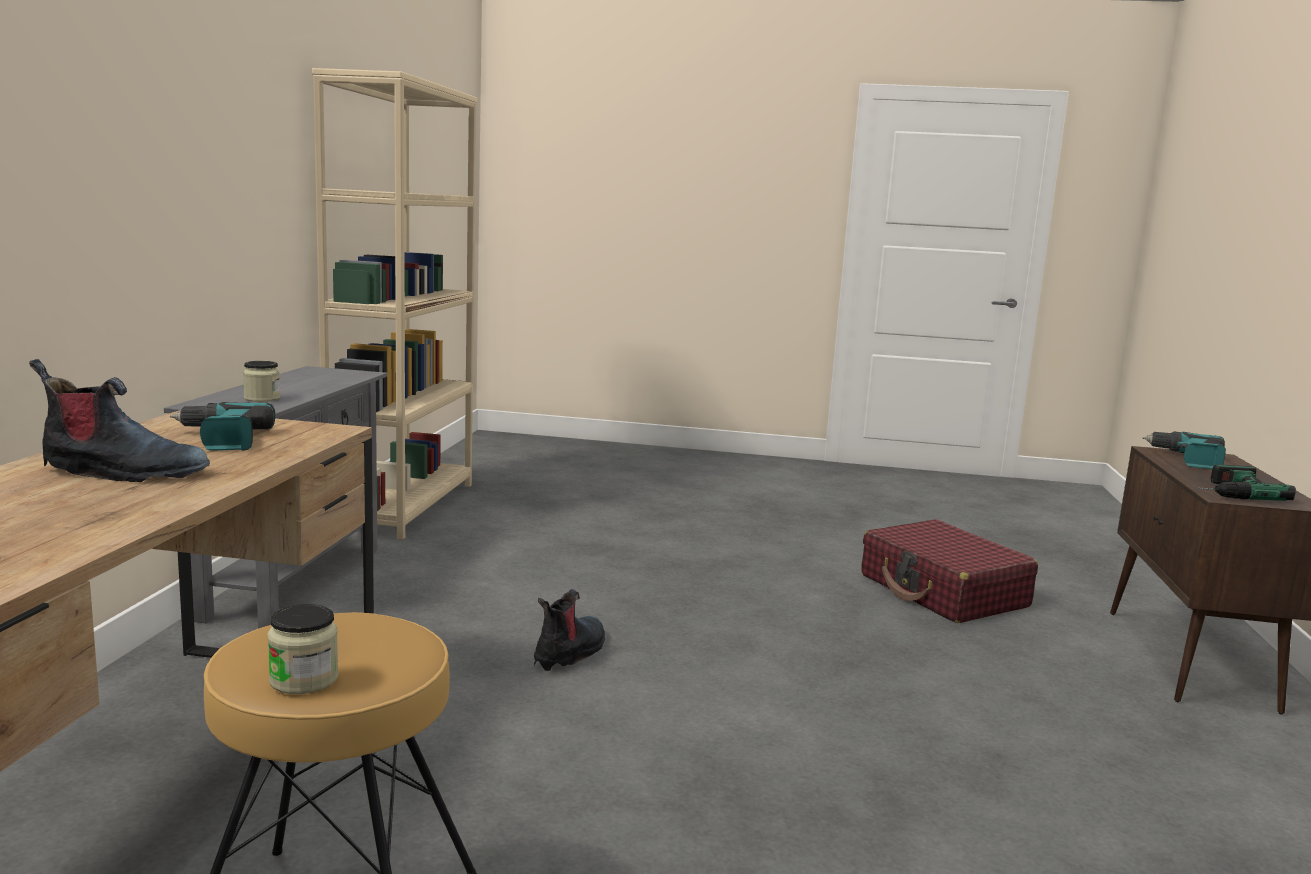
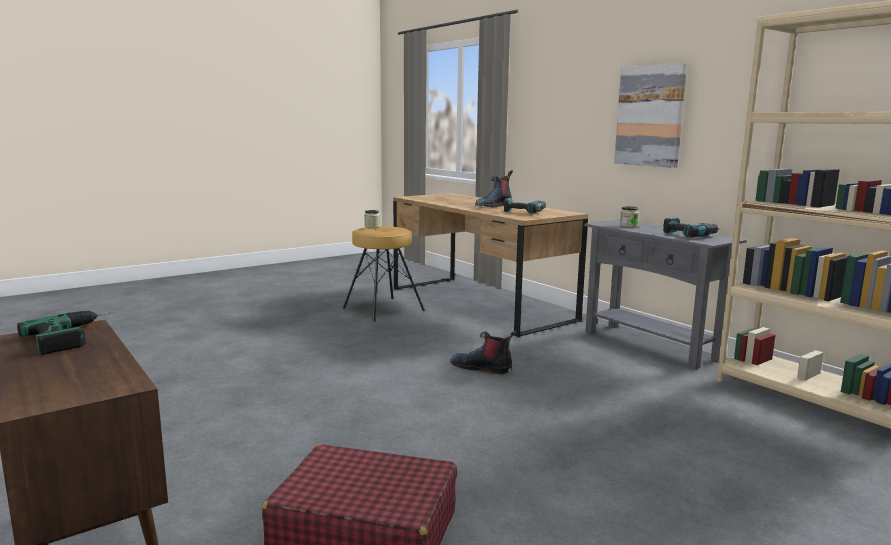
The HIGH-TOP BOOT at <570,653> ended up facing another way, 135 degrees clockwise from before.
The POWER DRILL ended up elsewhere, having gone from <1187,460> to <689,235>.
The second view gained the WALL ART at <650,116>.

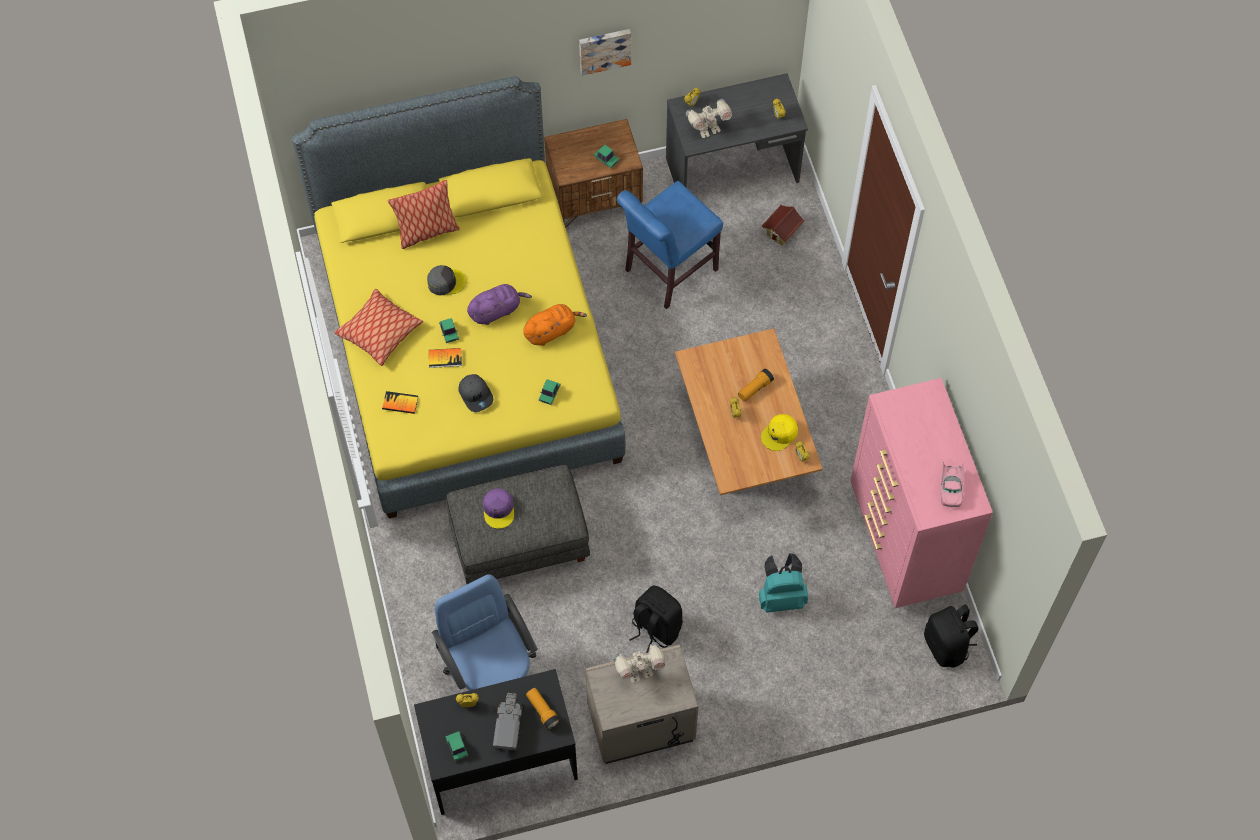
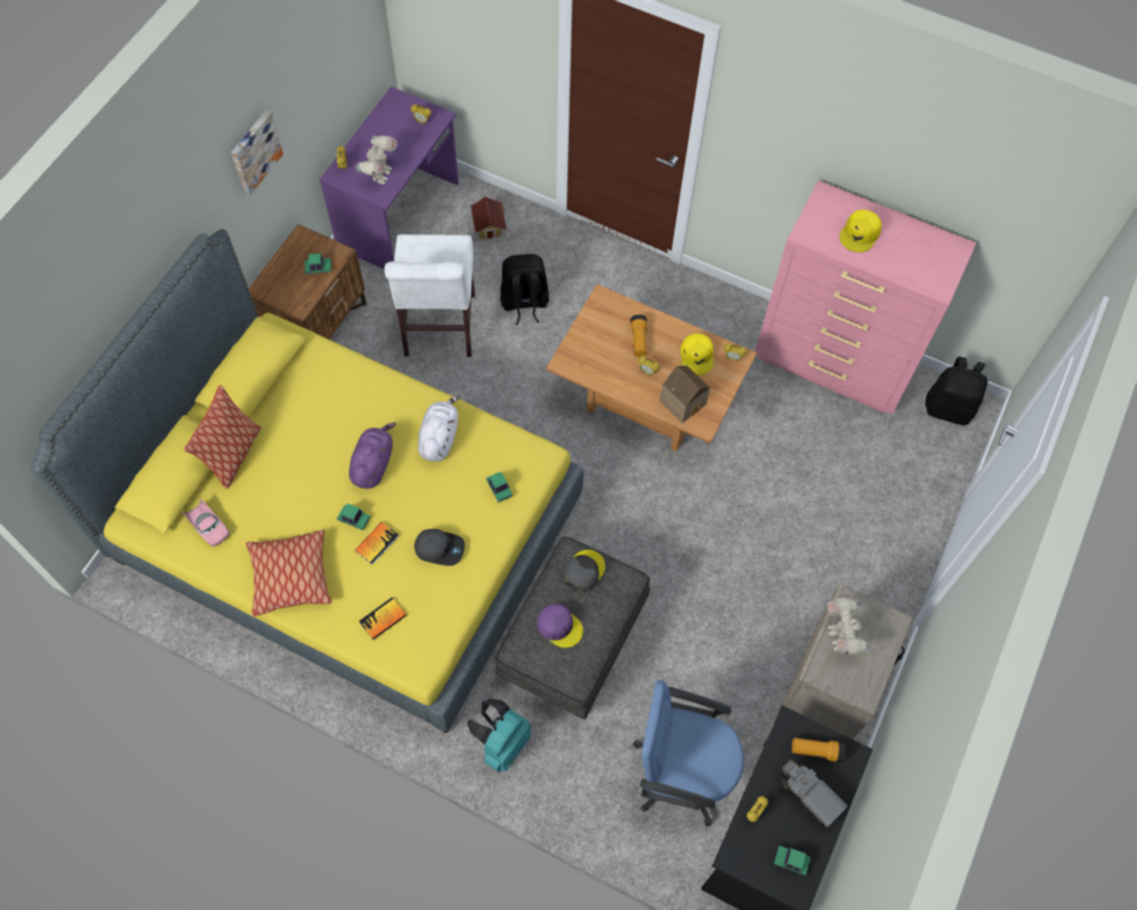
The GREY CAP ended up elsewhere, having gone from <446,282> to <583,571>.
What was the ORANGE-COLOURED SOFT TOY at <551,331> turned into the WHITE SOFT TOY at <439,437>.
The ROBOT FIGURE at <639,672> ended up facing another way, 150 degrees clockwise from before.
What was the BLUE-COLOURED PLAIN CHAIR at <667,272> turned into the WHITE PLAIN CHAIR at <439,329>.
The BLACK-COLOURED RUCKSACK ended up elsewhere, having gone from <655,628> to <524,303>.
What was the GREY DESK TABLE at <733,171> turned into the PURPLE-COLOURED DESK TABLE at <400,215>.
The BLUE-GREEN RUCKSACK ended up elsewhere, having gone from <781,596> to <501,743>.
The PINK-COLOURED MINIATURE CAR ended up elsewhere, having gone from <951,488> to <208,526>.
The second view gained the TOY HOUSE at <684,401>.
The second view gained the YELLOWISH CAP at <860,234>.

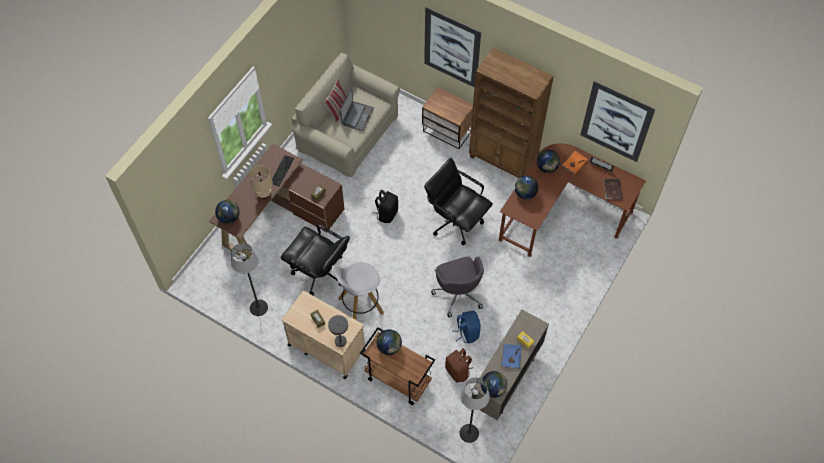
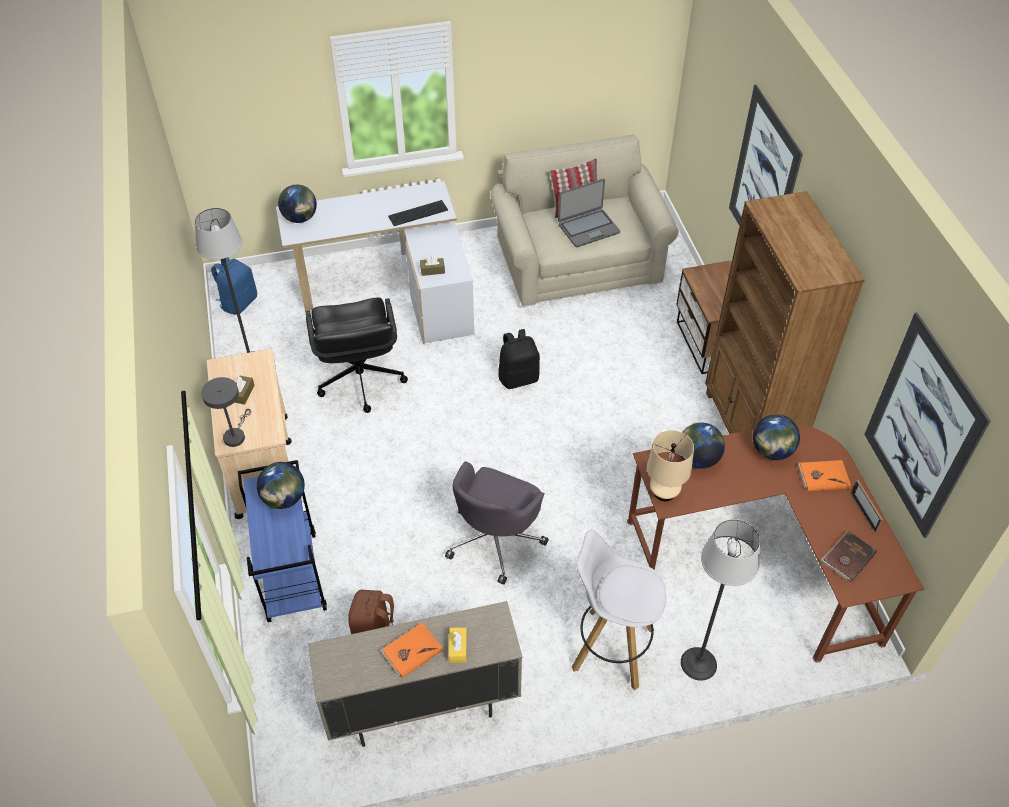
What was the BROWN-COLOURED DESK TABLE at <279,216> turned into the WHITE DESK TABLE at <393,289>.
The BEIGE TABLE LAMP ended up elsewhere, having gone from <264,194> to <664,492>.
The WHITE STOOL SEAT ended up elsewhere, having gone from <360,306> to <611,648>.
What was the BROWN-COLOURED CART at <397,380> turned into the BLUE-COLOURED CART at <291,575>.
The second view lost the BLACK-COLOURED OFFICE CHAIR at <456,221>.
The BLUE-COLOURED RUCKSACK ended up elsewhere, having gone from <467,332> to <238,302>.
The STANDING LAMP ended up elsewhere, having gone from <469,433> to <699,664>.
The second view lost the DESK GLOBE at <493,389>.
What was the BLUE-COLOURED BOOK at <511,357> turned into the ORANGE-COLOURED BOOK at <411,651>.

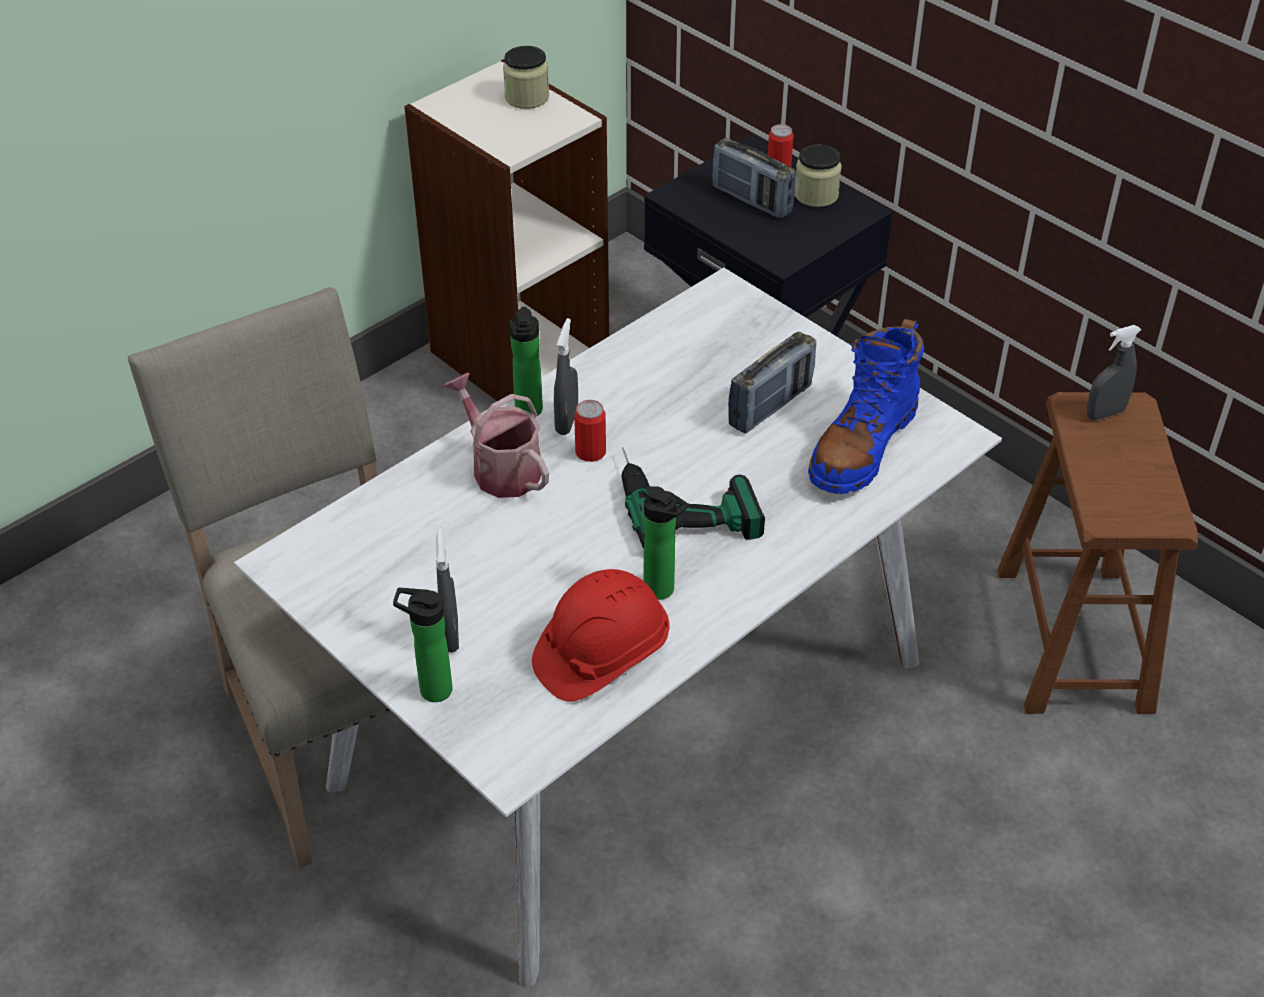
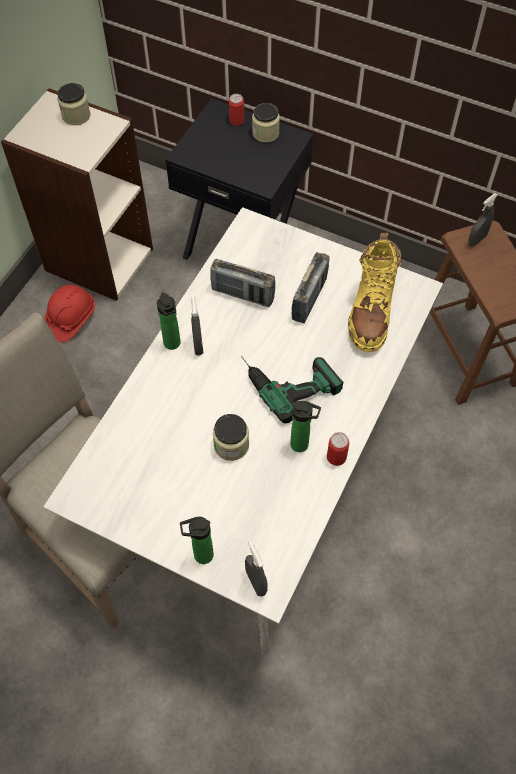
The GREY HAND SPRAYER ended up elsewhere, having gone from <450,635> to <256,582>.
The second view lost the WATERING CAN at <501,468>.
The REDDISH WORK HELMET ended up elsewhere, having gone from <601,654> to <70,319>.
The CAN ended up elsewhere, having gone from <590,452> to <336,457>.
The RADIO ended up elsewhere, having gone from <751,200> to <242,294>.
What was the BLUE-COLOURED HIGH-TOP BOOT at <862,446> turned into the YELLOWISH HIGH-TOP BOOT at <371,311>.
The second view gained the PRESERVE JAR at <231,445>.

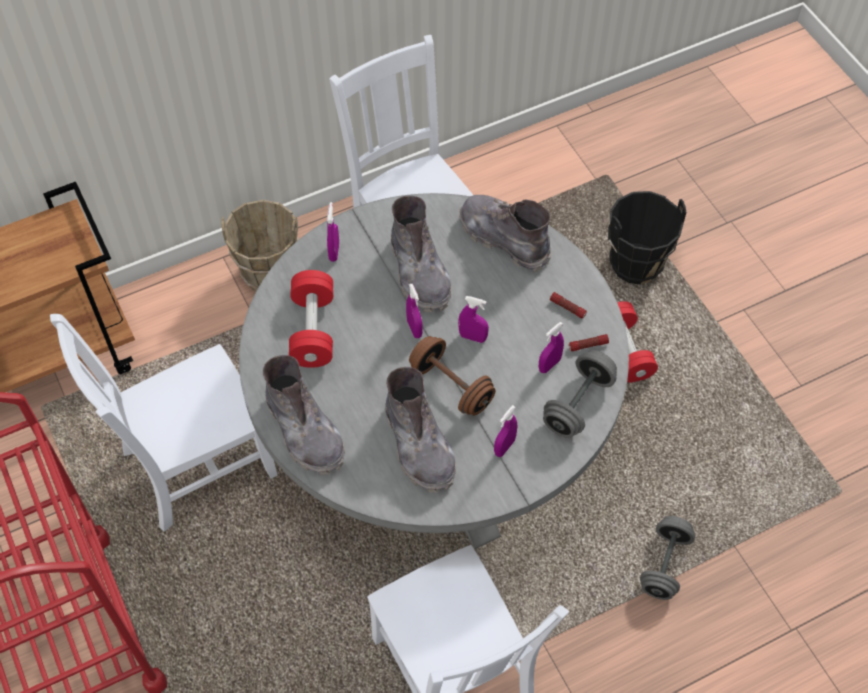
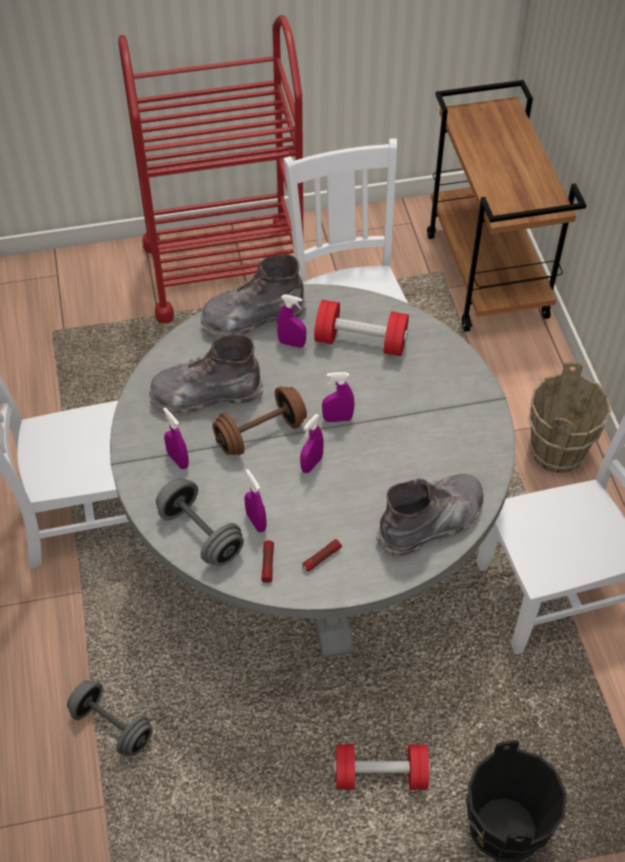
The PURPLE-COLOURED HAND SPRAYER ended up elsewhere, having gone from <334,252> to <291,343>.
The second view lost the GREY HIGH-TOP BOOT at <419,273>.

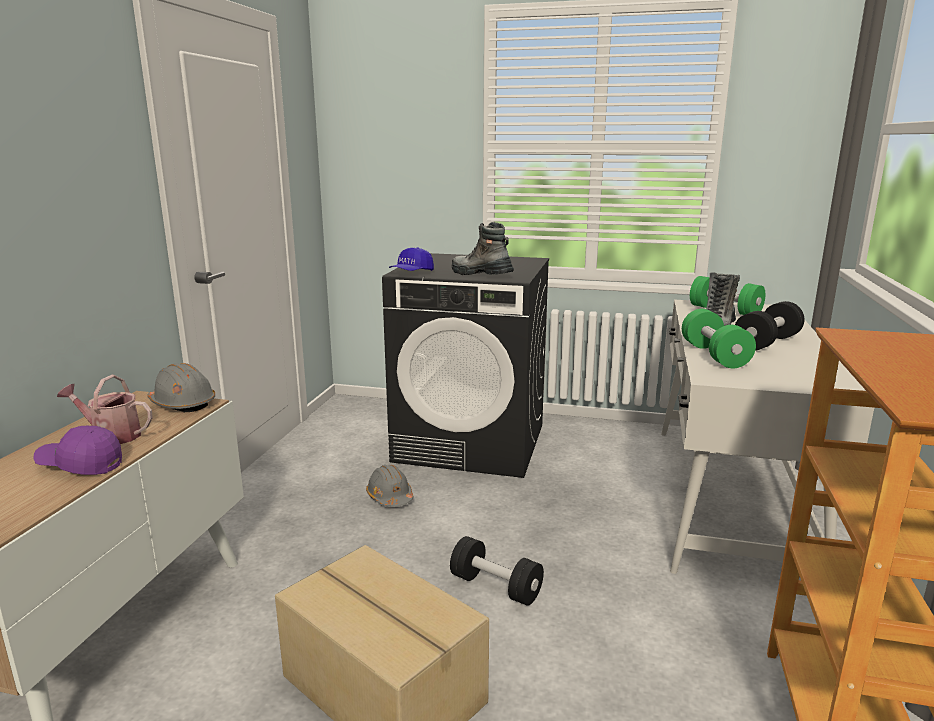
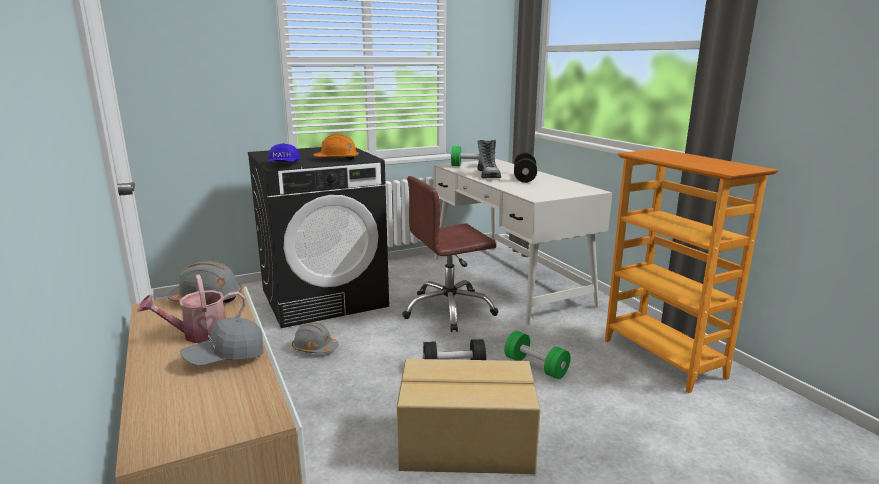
What was the PURPLE-COLOURED CAP at <80,465> turned into the GREY CAP at <225,357>.
Where the HIGH-TOP BOOT stood at <480,274>, the ORANGE-COLOURED WORK HELMET came to stand at <337,159>.
The GREEN-COLOURED FREE WEIGHT ended up elsewhere, having gone from <714,355> to <535,366>.
The second view gained the BROWN-COLOURED OFFICE CHAIR at <449,310>.

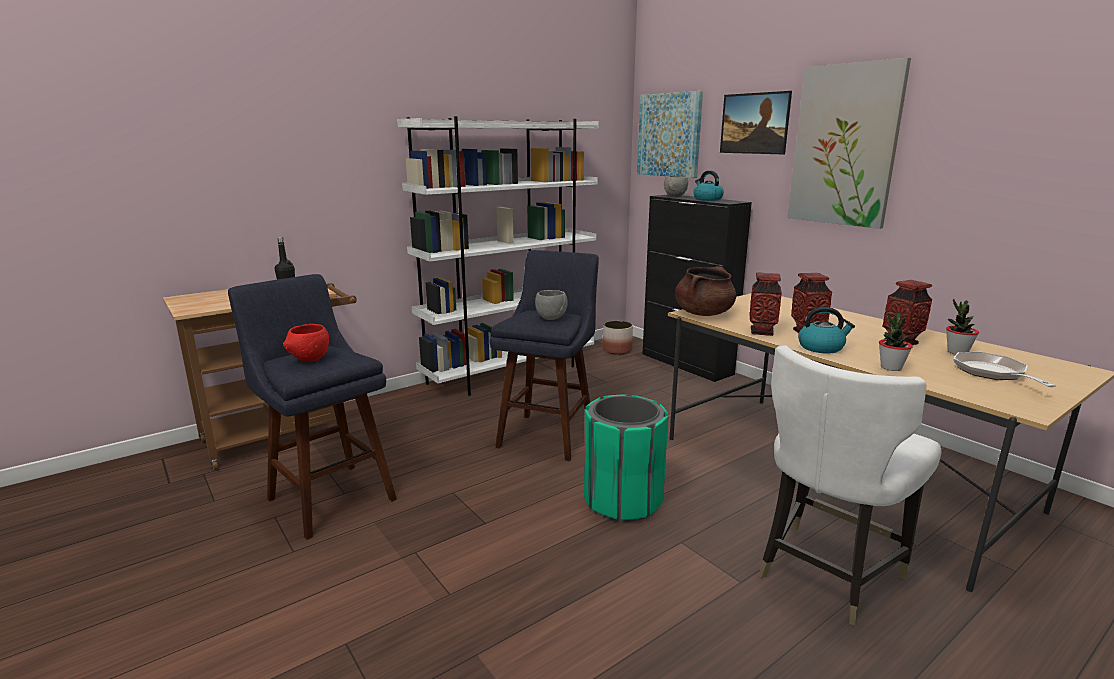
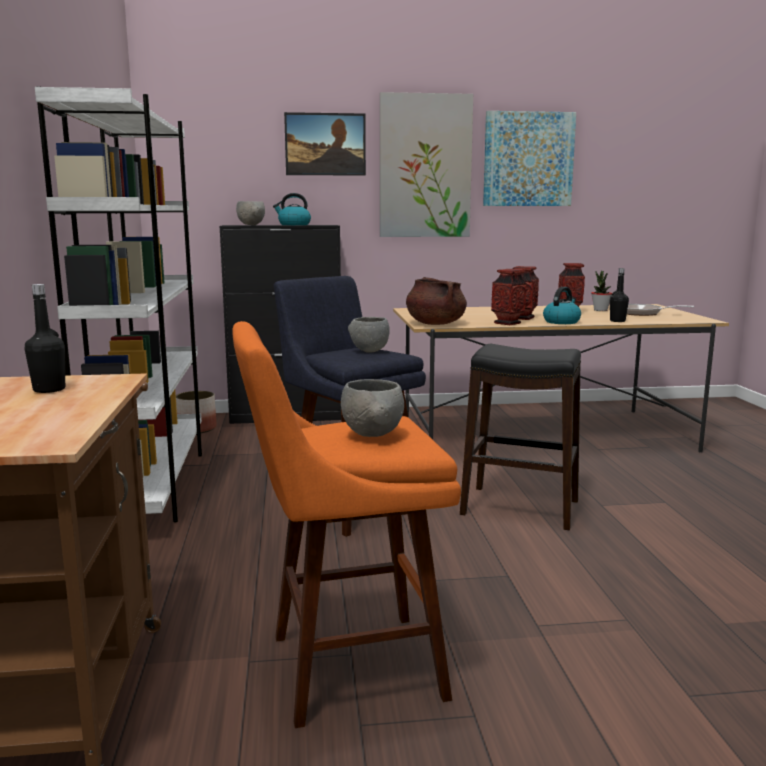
What was the BLUE-COLOURED STOOL SEAT at <328,496> turned into the ORANGE-COLOURED STOOL SEAT at <343,668>.
What was the REDDISH BOWL at <309,360> turned into the GREY BOWL at <372,436>.
Where the GREEN-COLOURED WASTE BIN stood at <623,501>, the BLACK-COLOURED STOOL SEAT came to stand at <520,507>.
The WALL ART ended up elsewhere, having gone from <669,135> to <528,159>.
The second view lost the WHITE PLAIN CHAIR at <826,572>.
Where the HOUSEPLANT stood at <890,368>, the BLACK-COLOURED BOTTLE came to stand at <617,321>.

